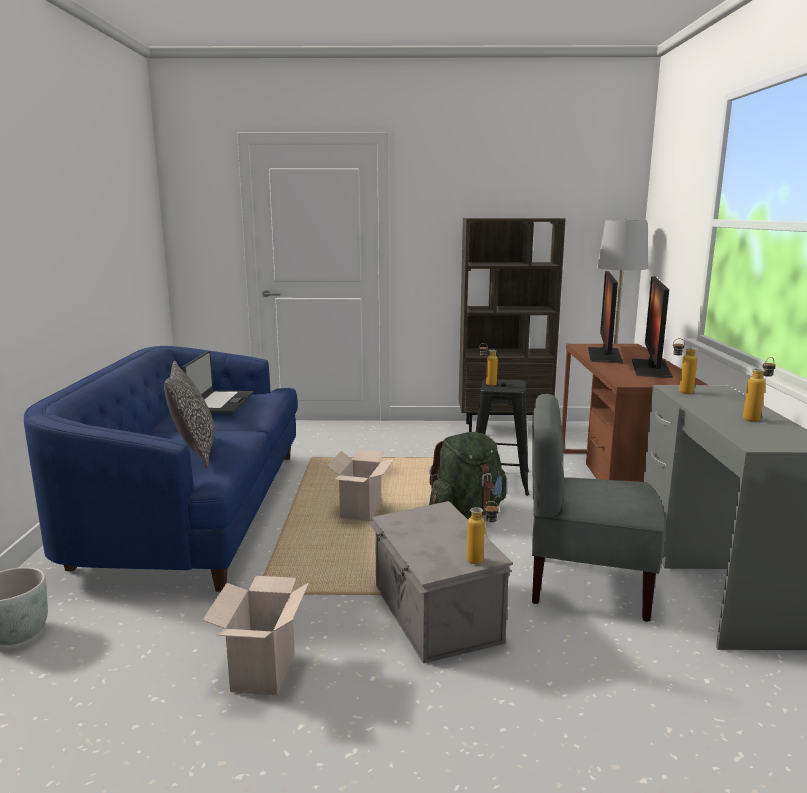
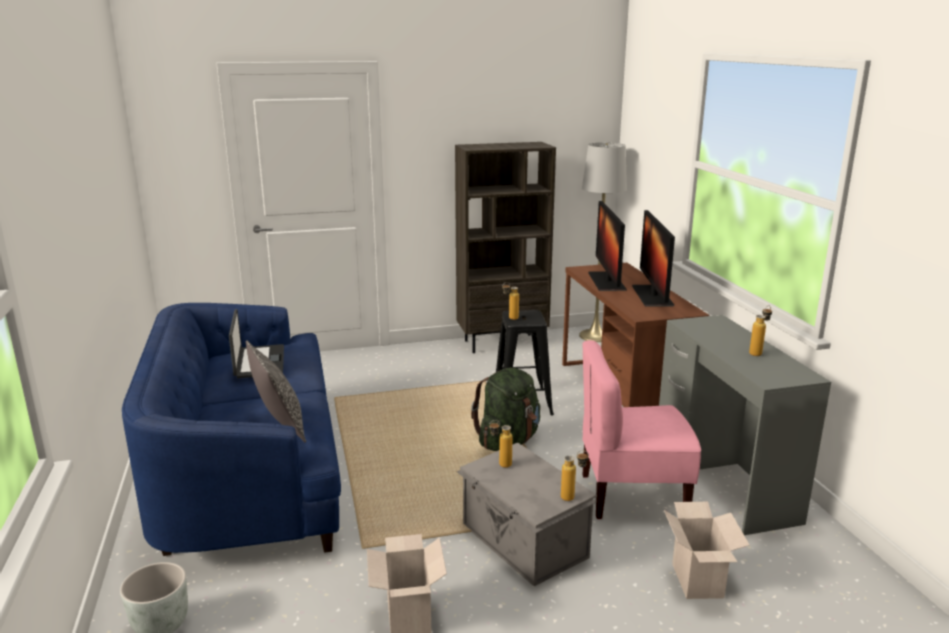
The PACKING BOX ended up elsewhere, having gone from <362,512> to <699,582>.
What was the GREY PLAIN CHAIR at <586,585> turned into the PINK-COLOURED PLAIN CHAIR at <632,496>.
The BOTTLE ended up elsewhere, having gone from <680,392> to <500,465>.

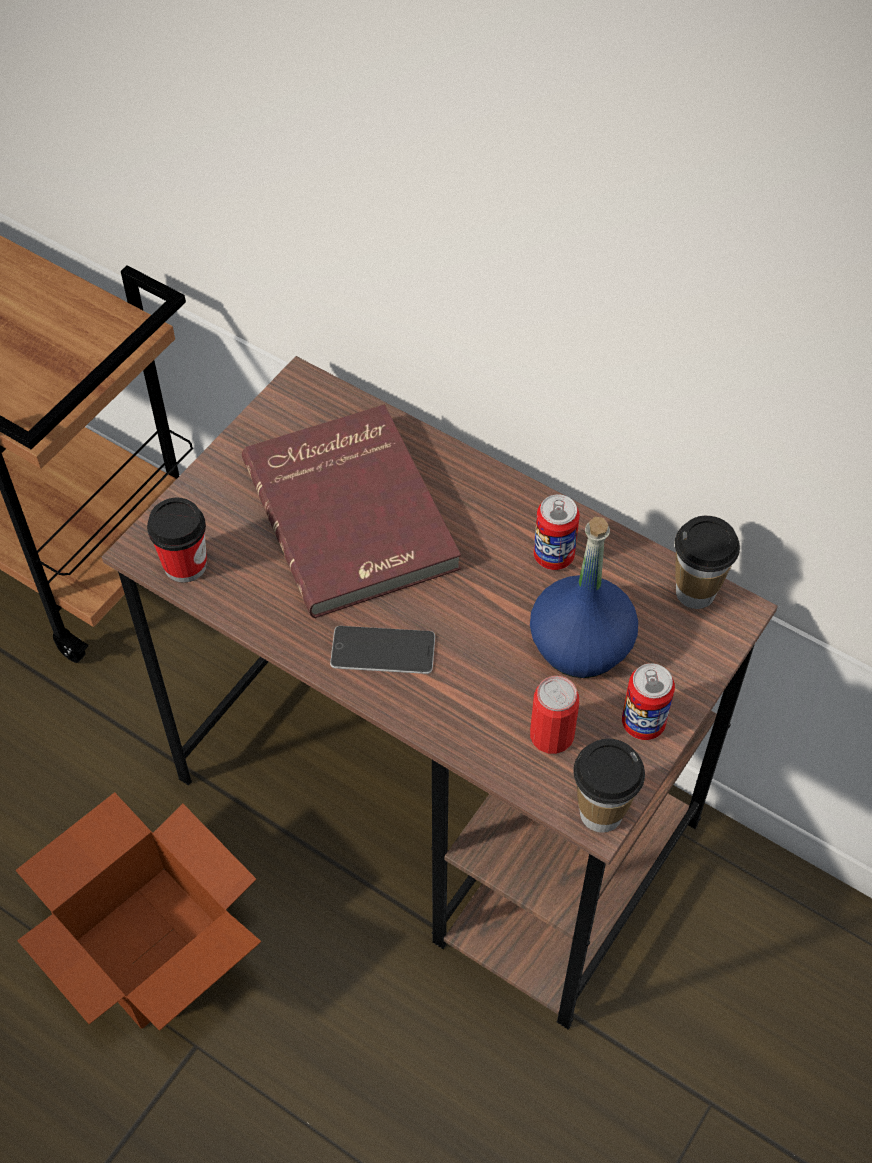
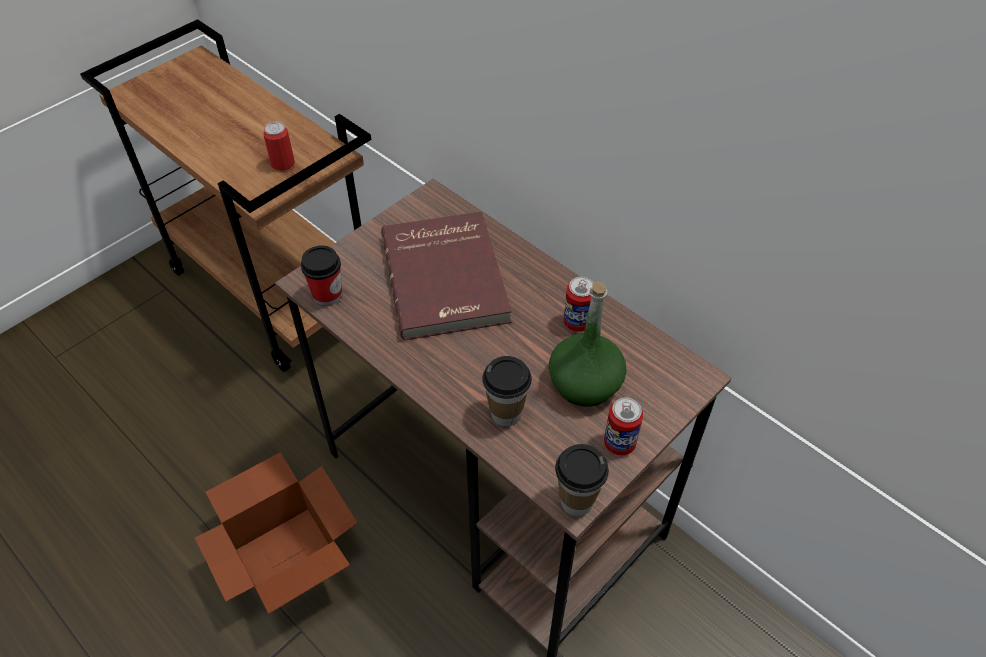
The second view lost the TELEPHONE at <383,650>.
What was the BLUE-COLOURED BOTTLE at <581,645> turned into the GREEN-COLOURED BOTTLE at <585,384>.
The CAN ended up elsewhere, having gone from <551,735> to <283,164>.
The DRINKING CUP ended up elsewhere, having gone from <695,592> to <506,414>.

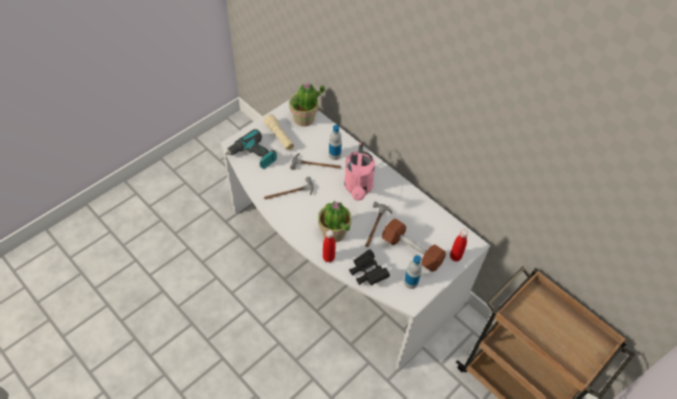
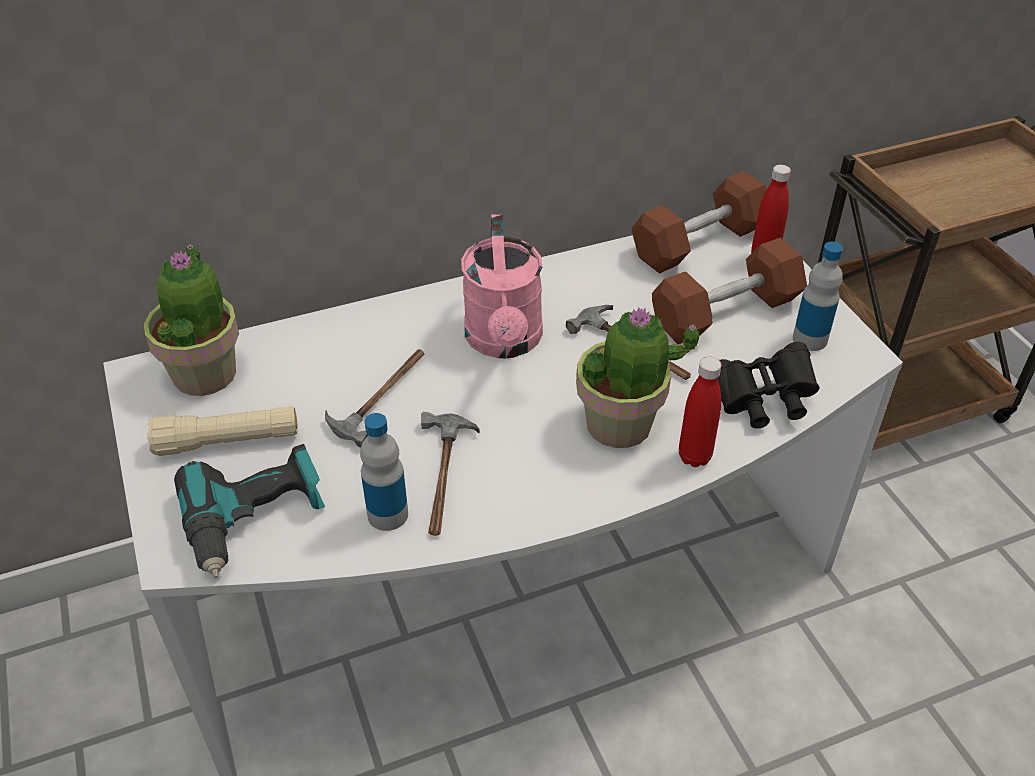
The BOTTLE ended up elsewhere, having gone from <334,155> to <388,514>.
The PINK-COLOURED WATERING CAN at <358,188> ended up facing another way, 60 degrees clockwise from before.
The second view gained the BROWN-COLOURED FREE WEIGHT at <698,243>.

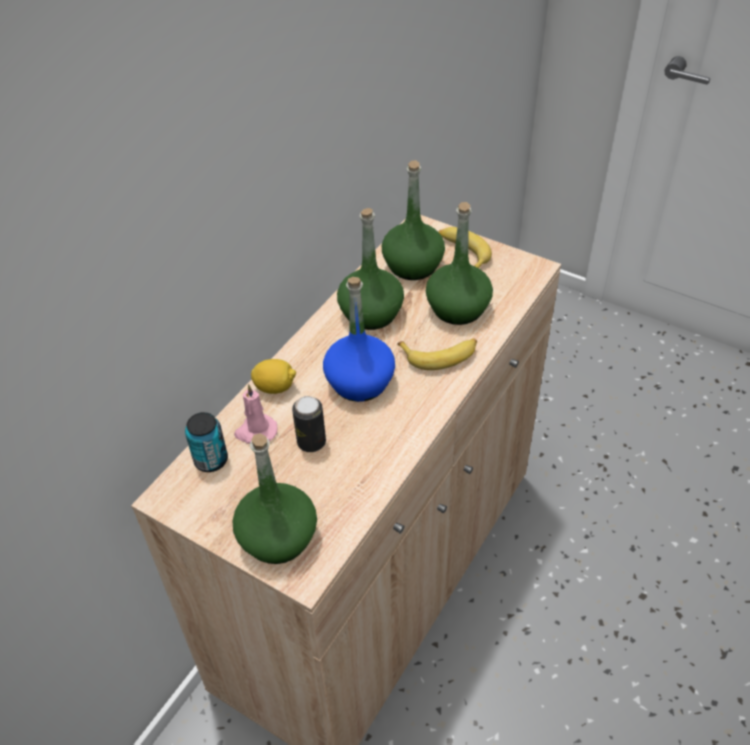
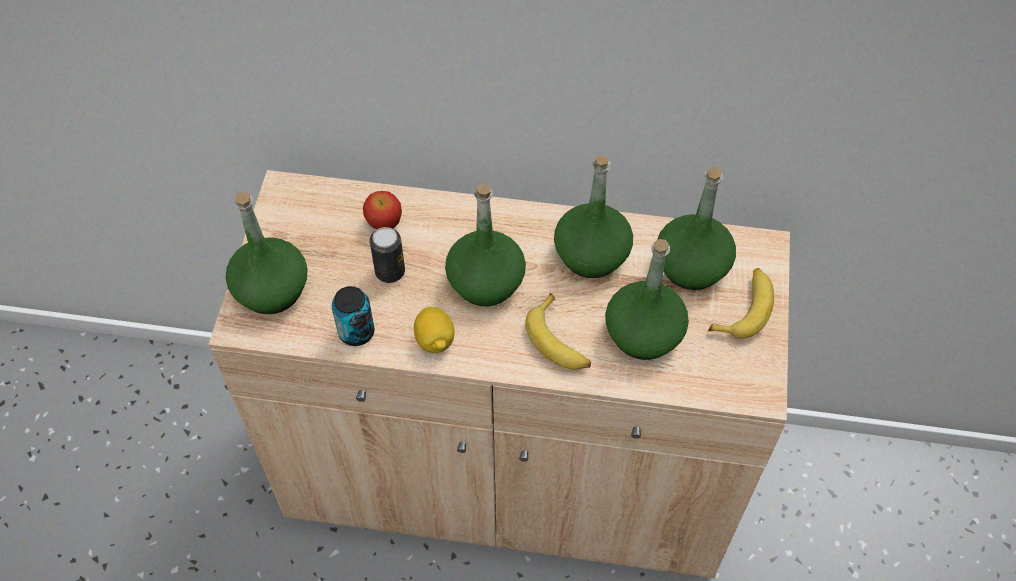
The CAN ended up elsewhere, having gone from <211,460> to <356,332>.
Where the PINK-COLOURED WAX CANDLE stood at <255,432>, the APPLE came to stand at <384,222>.
The WHOLE LEMON ended up elsewhere, having gone from <275,387> to <434,340>.
What was the BLUE-COLOURED BOTTLE at <359,382> turned into the GREEN-COLOURED BOTTLE at <486,281>.

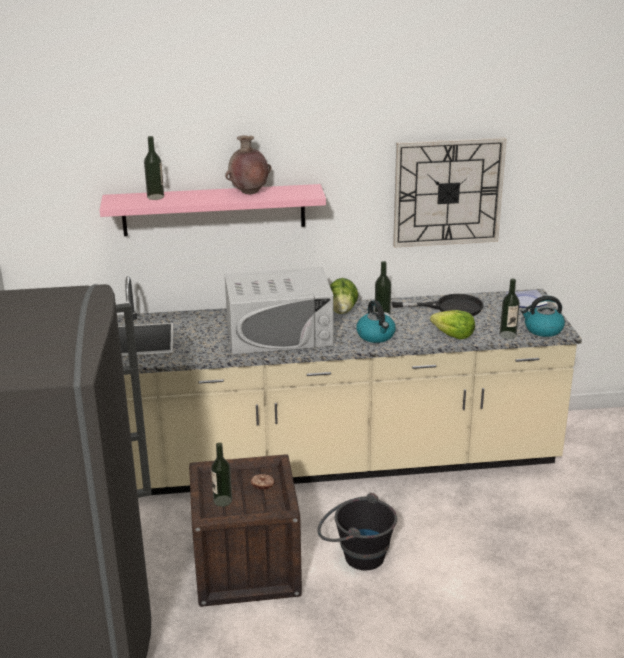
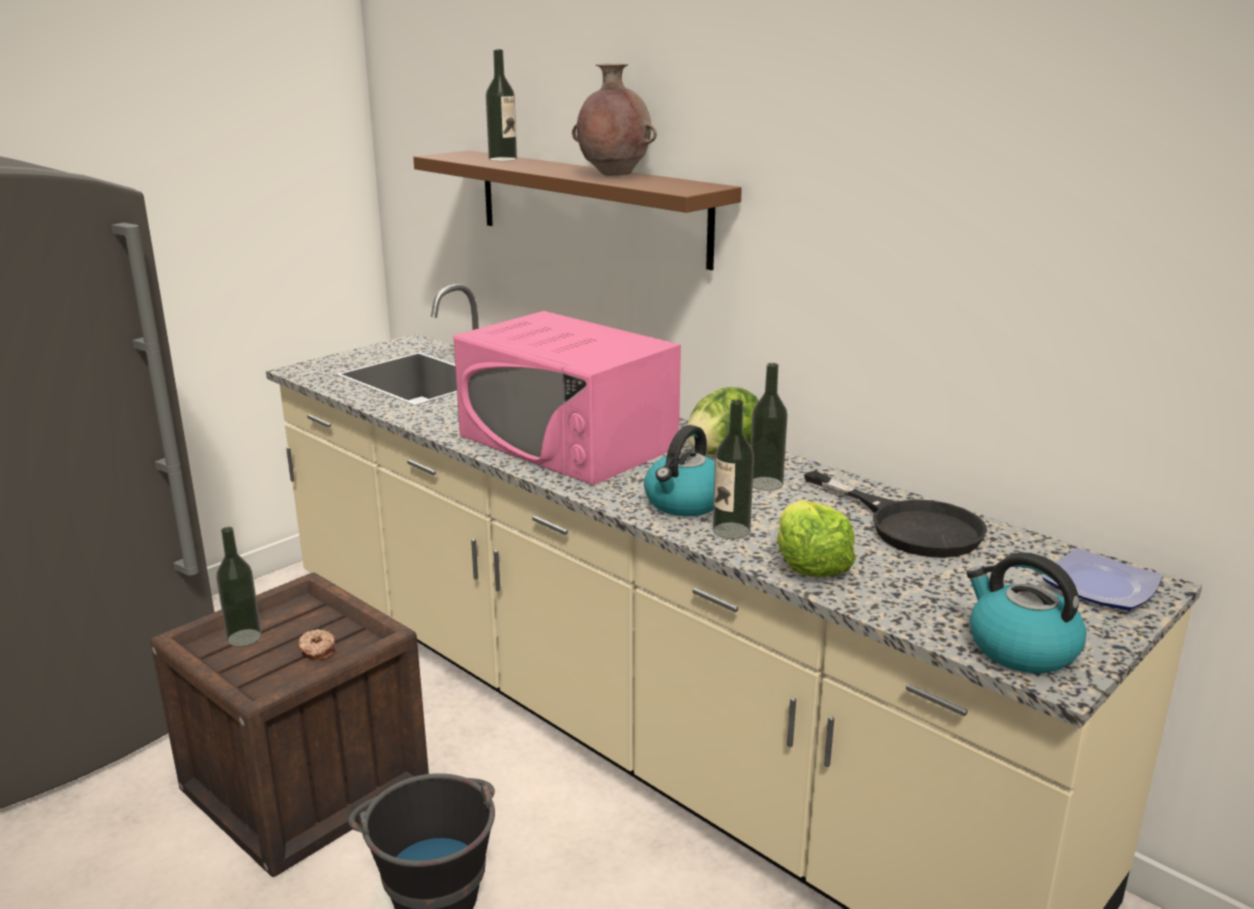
What was the PINK-COLOURED SHELF at <214,210> turned into the BROWN-COLOURED SHELF at <590,206>.
What was the WHITE MICROWAVE OVEN at <279,335> turned into the PINK-COLOURED MICROWAVE OVEN at <568,441>.
The second view lost the HANGING CLOCK at <448,192>.
The BOTTLE ended up elsewhere, having gone from <508,334> to <731,530>.

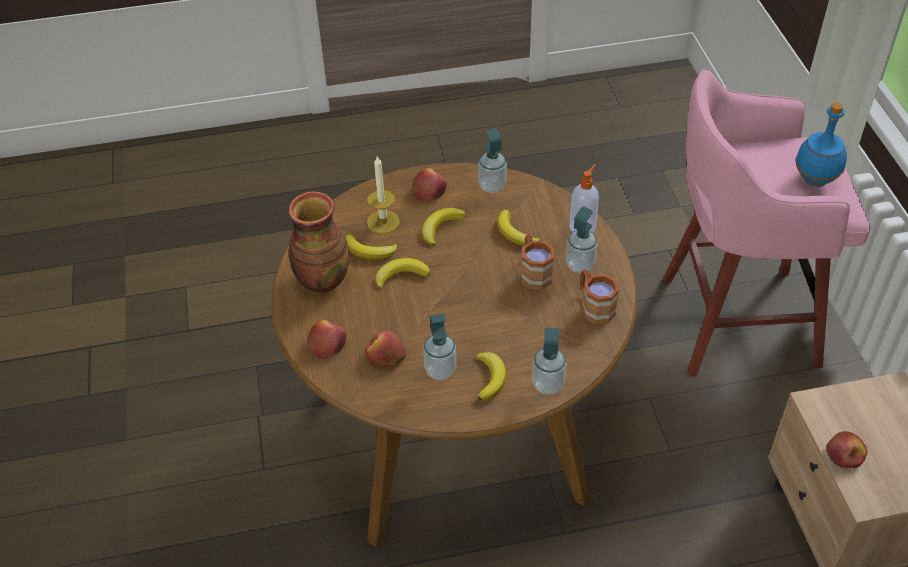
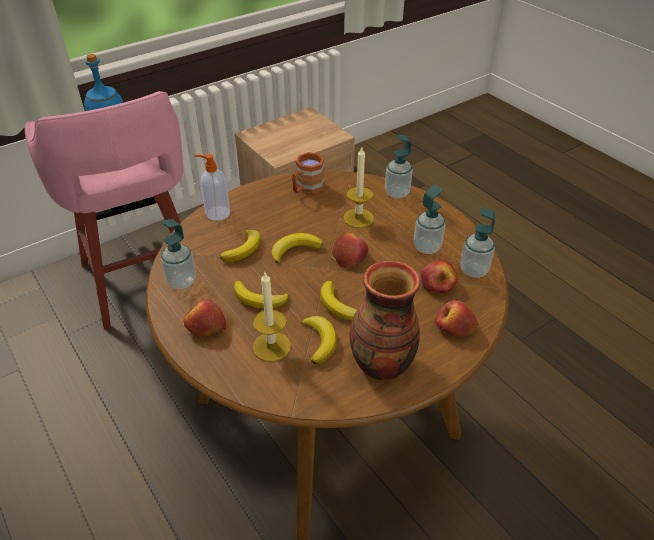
The BANANA FRUIT ended up elsewhere, having gone from <490,378> to <295,250>.
The second view lost the BROWN-COLOURED MUG at <534,272>.
The SOAP DISPENSER ended up elsewhere, having gone from <580,265> to <473,270>.
The APPLE ended up elsewhere, having gone from <844,455> to <349,256>.
The second view gained the WAX CANDLE at <358,218>.

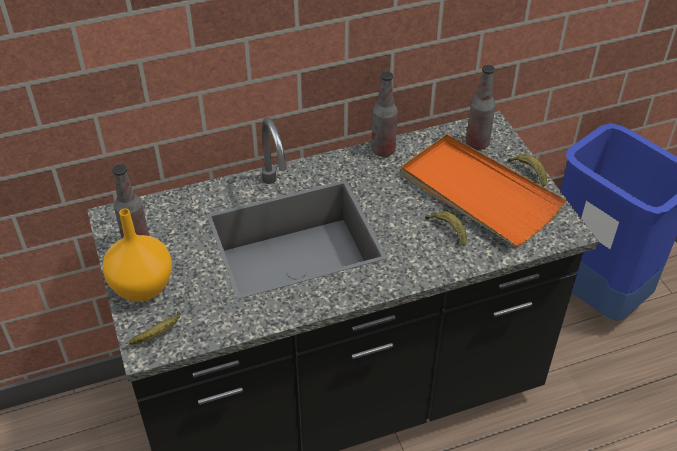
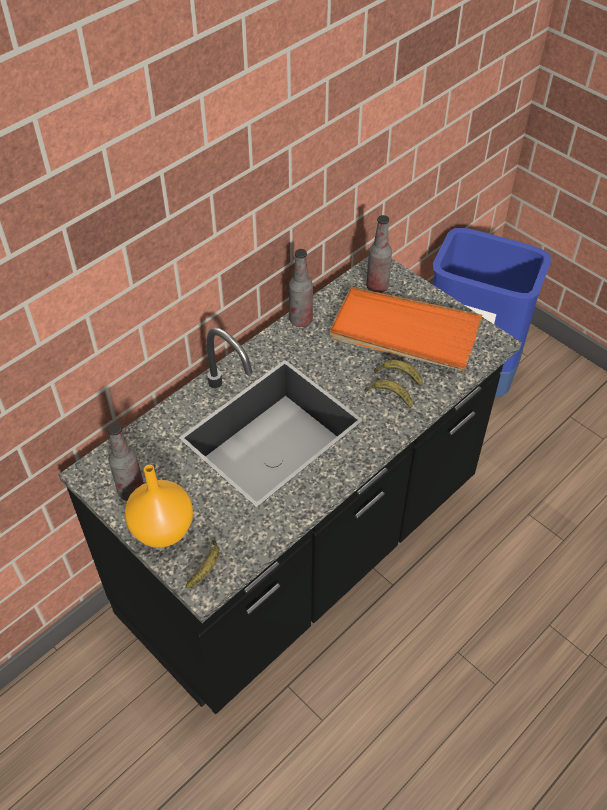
The BANANA FRUIT ended up elsewhere, having gone from <528,172> to <389,396>.

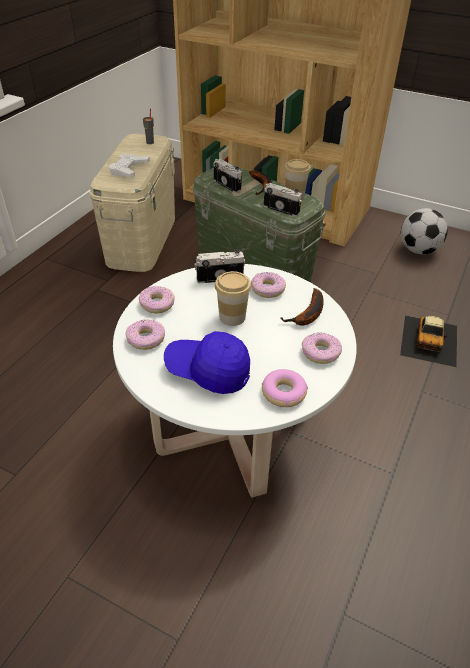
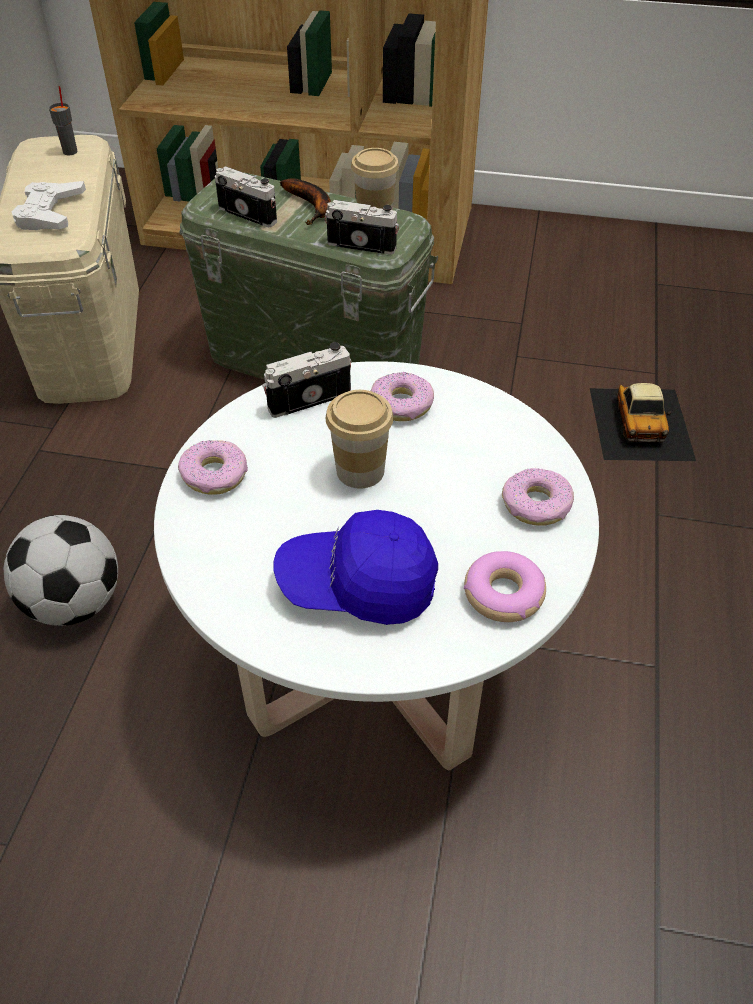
The second view lost the DONUT at <146,339>.
The second view lost the BANANA FRUIT at <308,314>.
The FOOTBALL BALL ended up elsewhere, having gone from <418,250> to <74,603>.

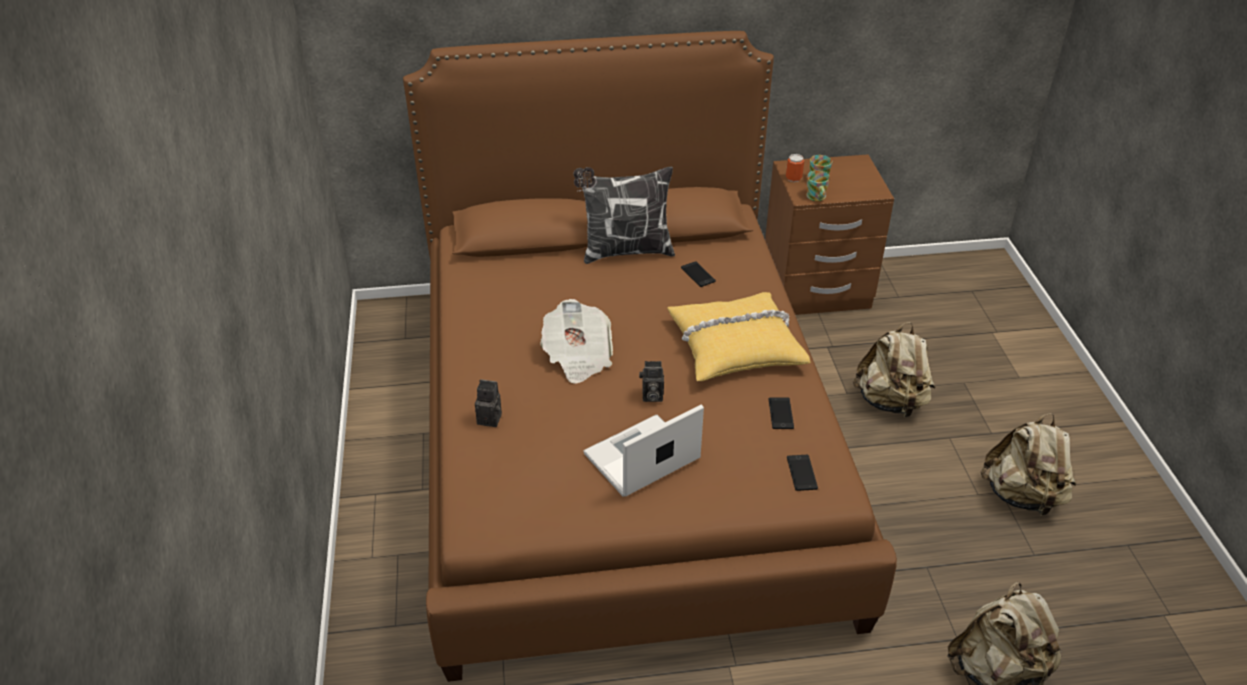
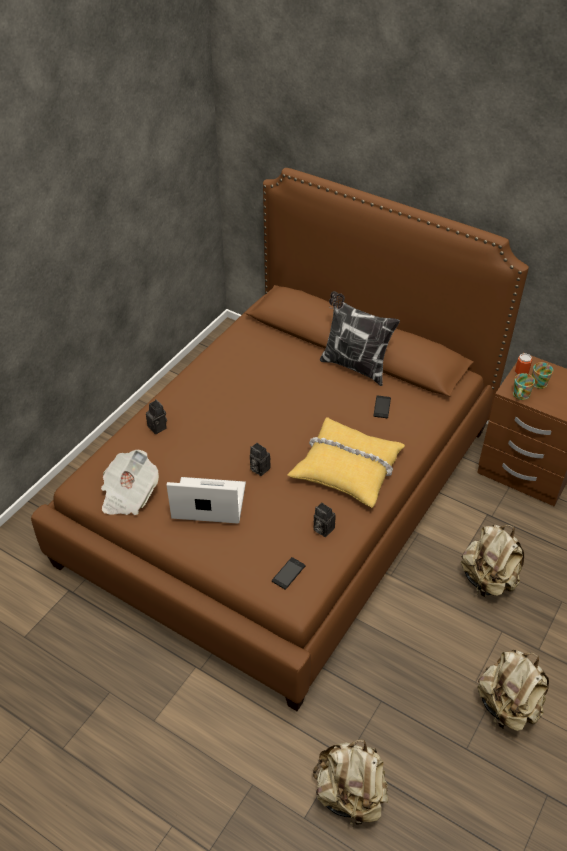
The NEWSPAPER ended up elsewhere, having gone from <578,357> to <129,495>.
Where the TELEPHONE stood at <780,413>, the STILL CAMERA came to stand at <322,529>.

